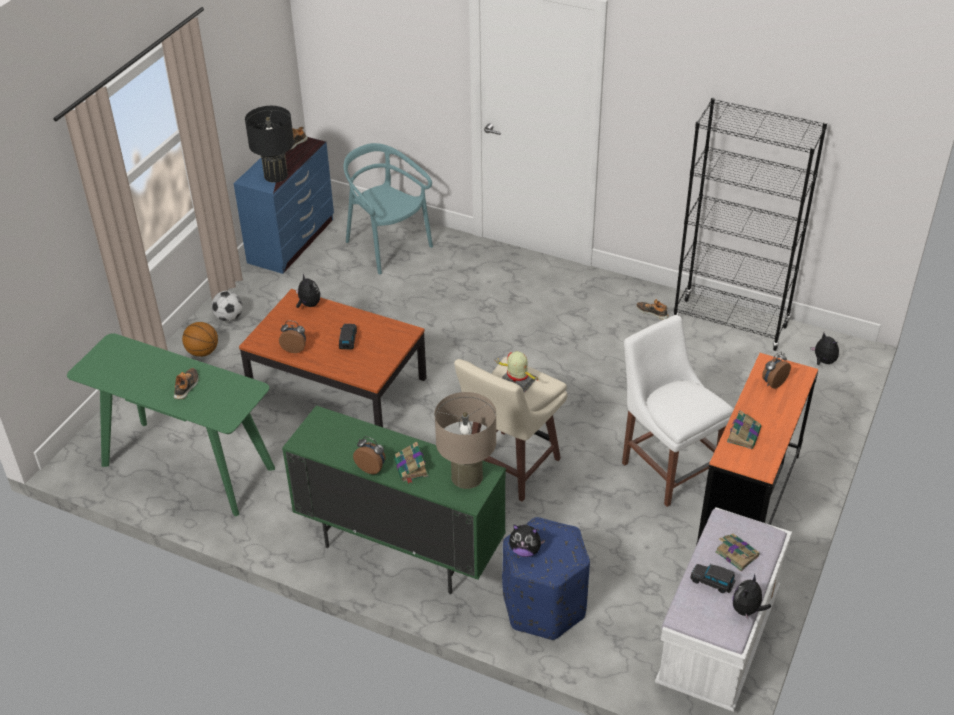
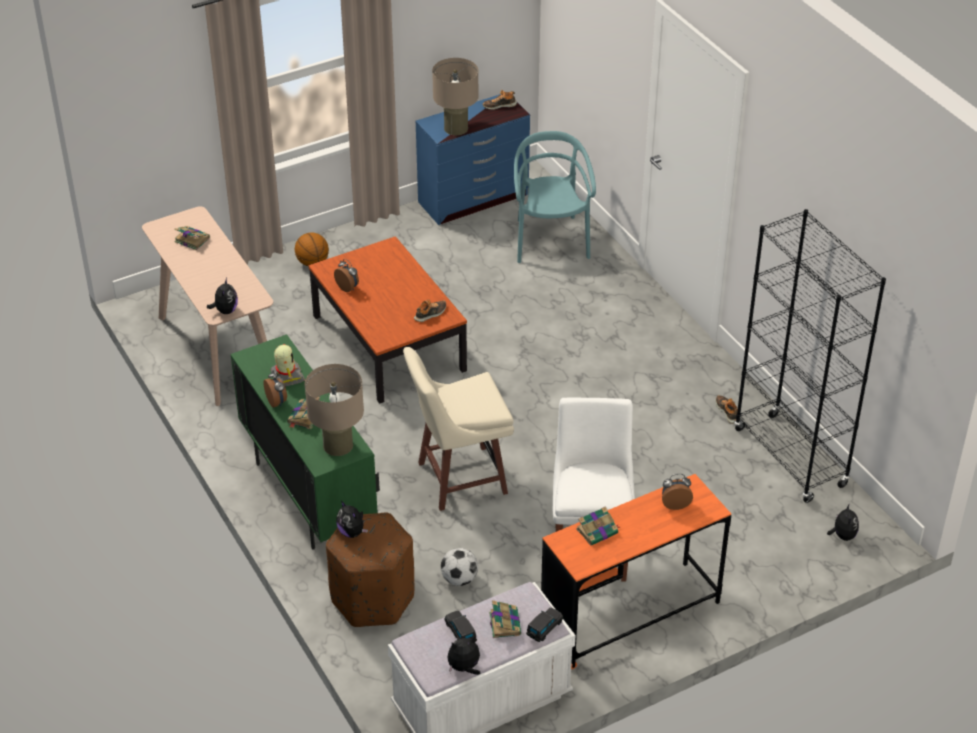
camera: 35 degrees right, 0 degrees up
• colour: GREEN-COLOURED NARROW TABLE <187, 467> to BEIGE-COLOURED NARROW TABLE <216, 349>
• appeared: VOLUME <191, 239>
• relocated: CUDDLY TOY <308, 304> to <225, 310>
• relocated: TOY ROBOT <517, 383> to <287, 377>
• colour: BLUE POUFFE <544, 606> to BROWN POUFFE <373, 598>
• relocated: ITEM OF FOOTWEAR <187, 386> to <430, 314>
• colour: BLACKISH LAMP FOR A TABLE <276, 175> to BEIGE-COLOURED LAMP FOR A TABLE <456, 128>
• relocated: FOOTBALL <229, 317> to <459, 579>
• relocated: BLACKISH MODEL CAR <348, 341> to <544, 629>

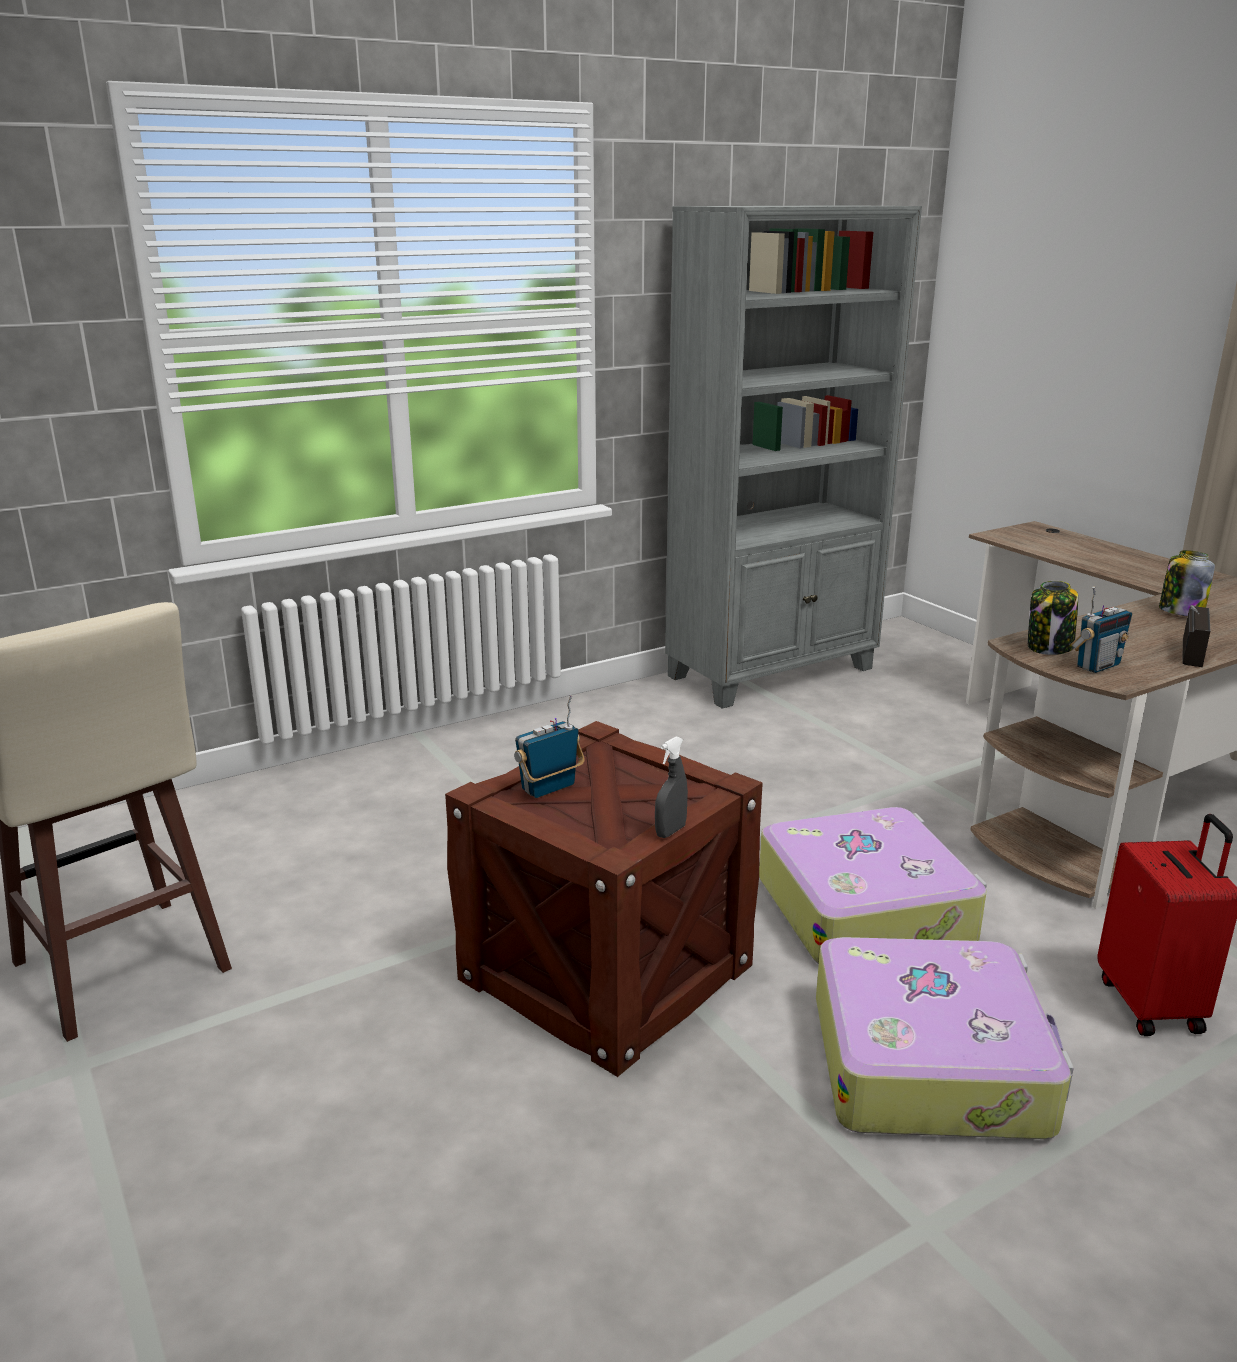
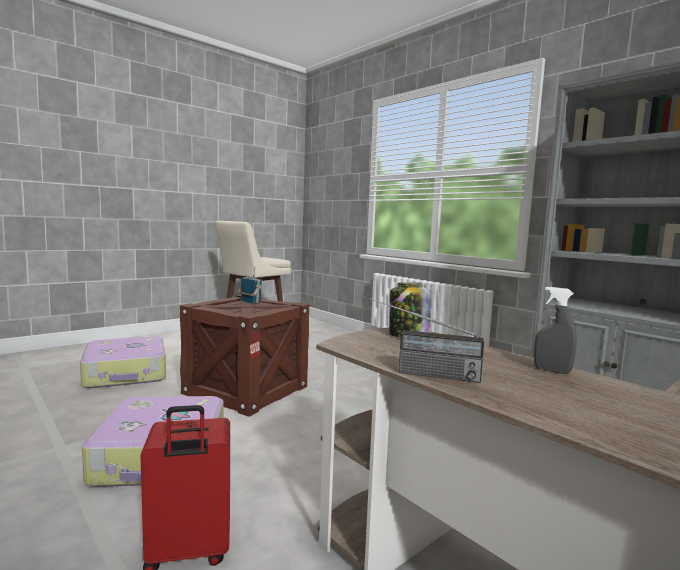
camera: 80 degrees right, 15 degrees down
• relocated: PIECE OF LUGGAGE <866, 909> to <126, 374>
• relocated: GRAY HAND SPRAYER <670, 831> to <552, 371>
• missing: RADIO <1097, 666>
• missing: STORAGE JAR <1180, 611>

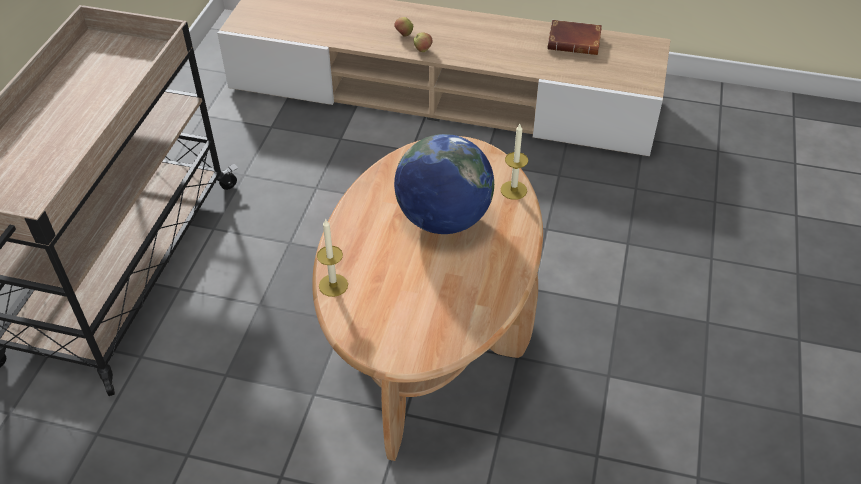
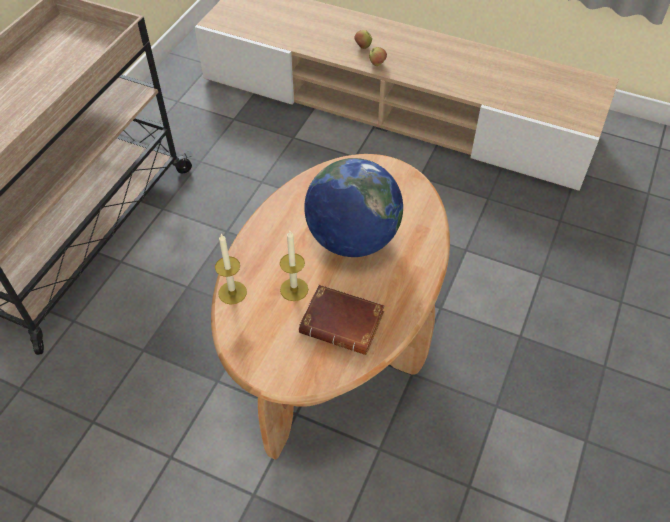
camera: 10 degrees right, 5 degrees up
• relocated: WAX CANDLE <513, 190> to <294, 289>
• relocated: BROWN VOLUME <575, 42> to <344, 323>

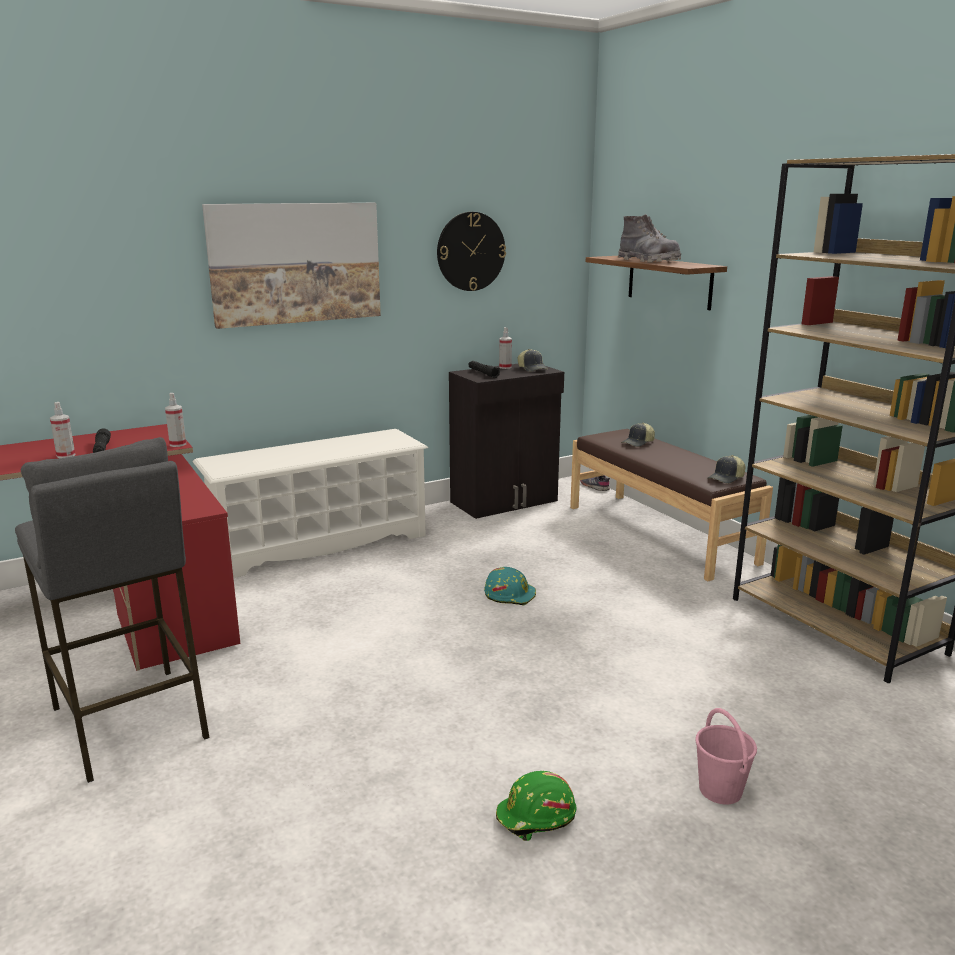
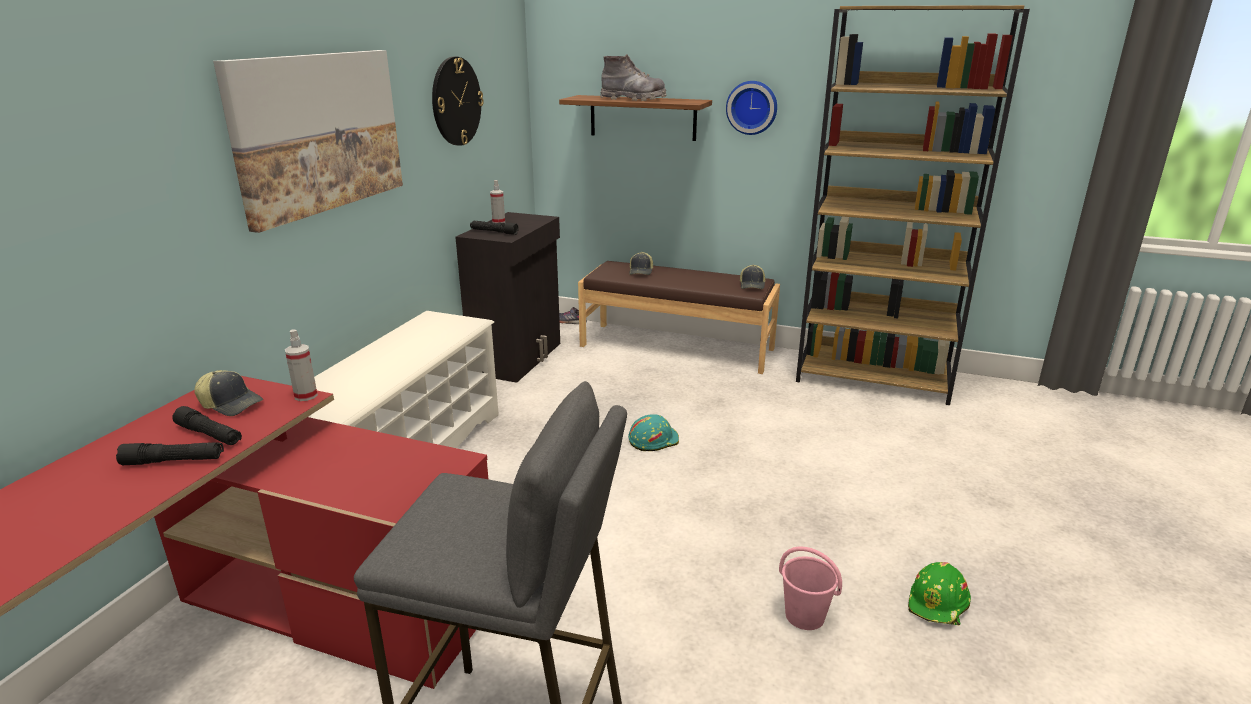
camera: 40 degrees left, 5 degrees up
• exchanged: HAND SPRAYER <66, 455> to BLACKISH HAND TORCH <173, 461>
• relocated: PEAKED CAP <532, 369> to <231, 404>
• appeared: HANGING CLOCK <752, 107>
• relocated: PINK-COLOURED WATER BUCKET <720, 790> to <805, 616>

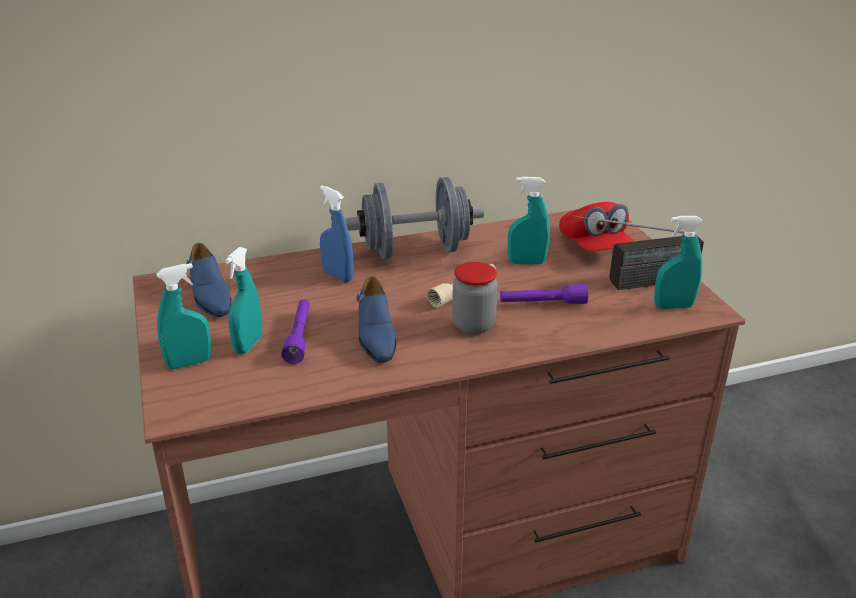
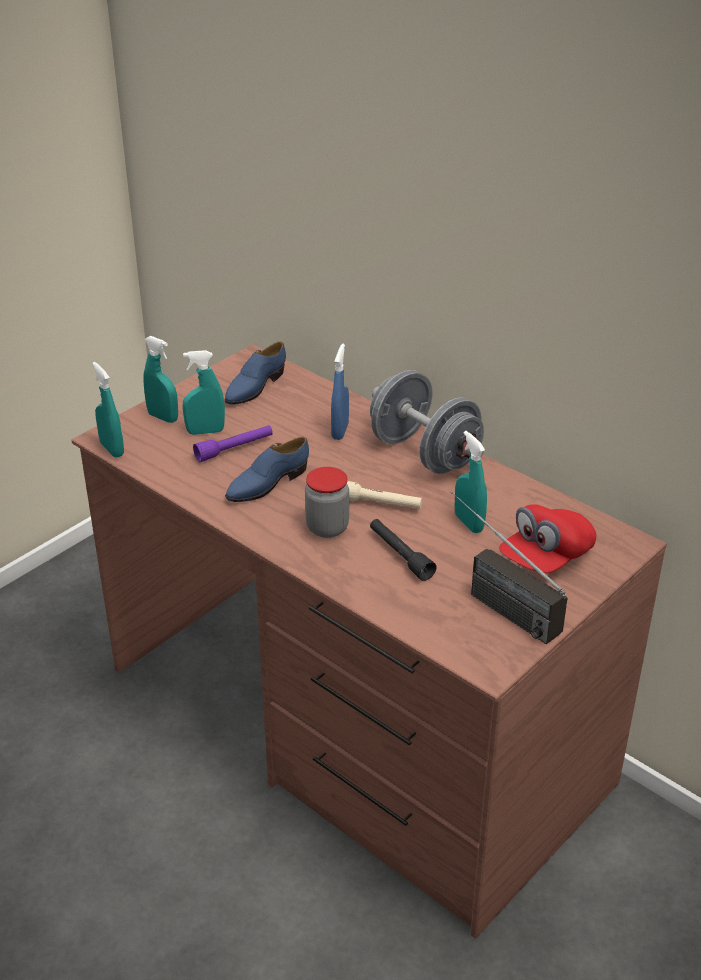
camera: 60 degrees right, 5 degrees up
• relocated: TURQUOISE-COLOURED HAND SPRAYER <673, 306> to <112, 449>
• colour: PURPLISH HAND TORCH <542, 303> to BLACKISH HAND TORCH <400, 555>

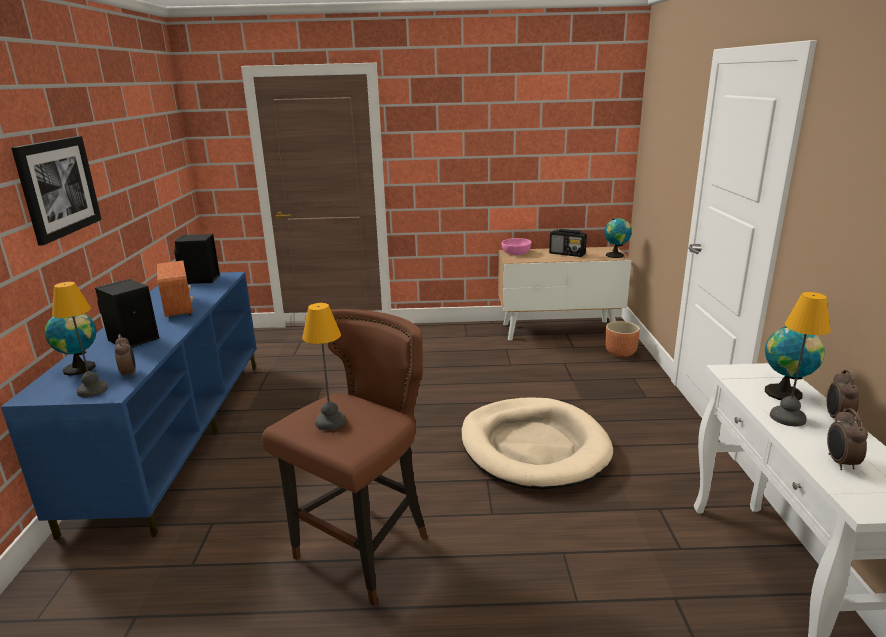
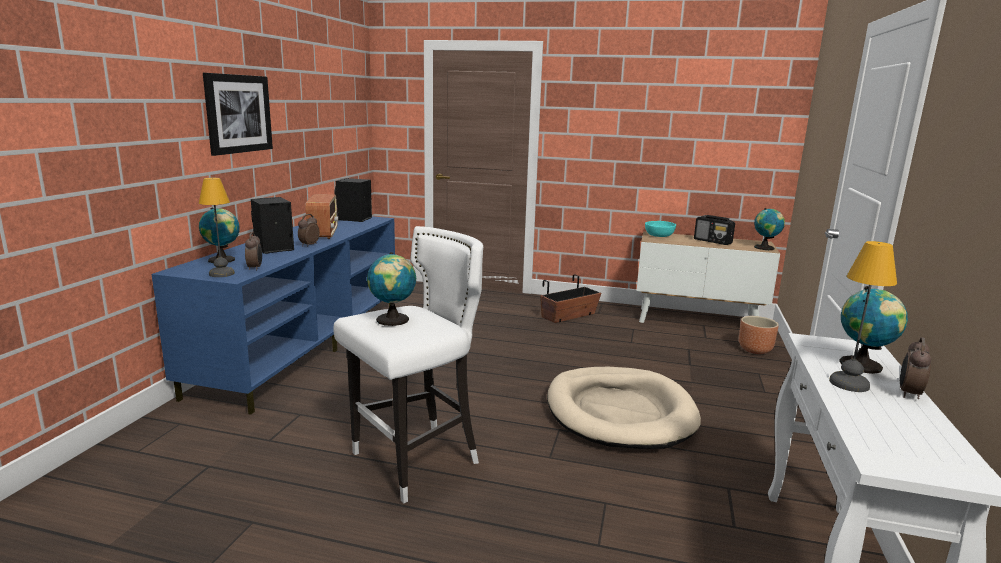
camera: 15 degrees right, 5 degrees down
• relocated: ALARM CLOCK <840, 463> to <308, 245>
• colour: BROWN SITTING STOOL <364, 553> to WHITISH SITTING STOOL <415, 462>
• exchanged: LAMP FOR A TABLE <331, 422> to GLOBE <393, 321>
• appeared: PLANTER <569, 315>
• colour: PINK-COLOURED DEEP DISH <516, 253> to TURQUOISE-COLOURED DEEP DISH <659, 235>

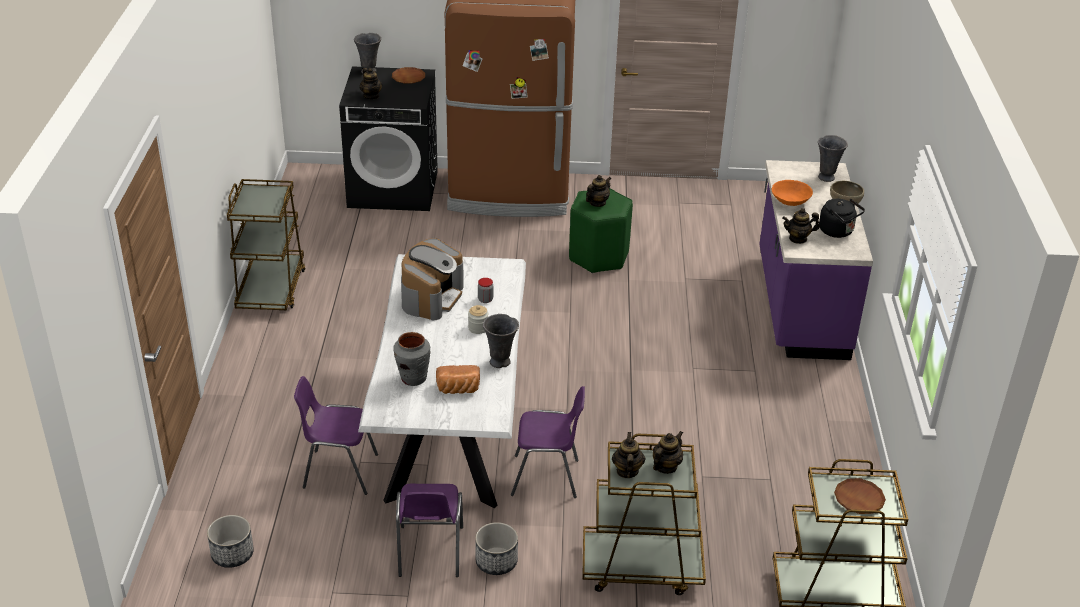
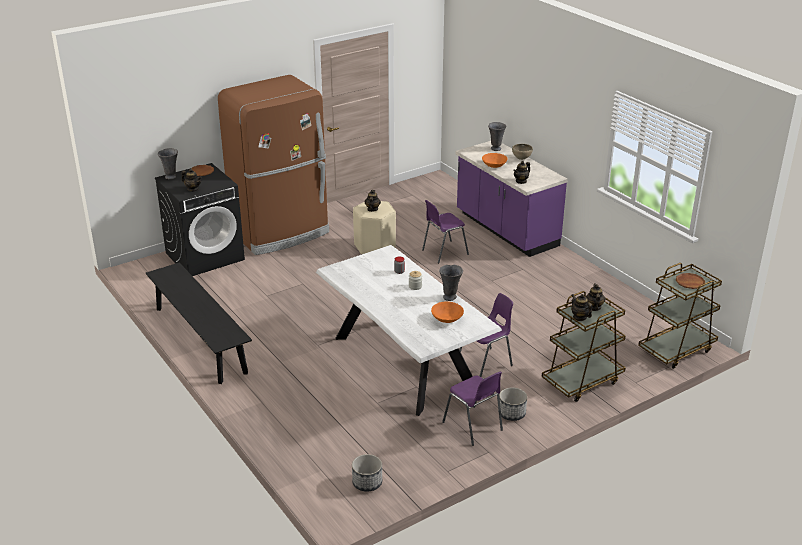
camera: 35 degrees left, 5 degrees down
• exchanged: BROWN WHEELED CART <271, 289> to BLACKISH LONG SEAT <200, 340>
• colour: GREEN-COLOURED SITTING STOOL <598, 256> to BEIGE-COLOURED SITTING STOOL <374, 246>
• relocated: PURPLISH PLAIN CHAIR <338, 471> to <443, 252>
• exchanged: BAKERY BREAD <458, 390> to ORANGEY DEEP DISH <447, 319>
• missing: GRAY FLOWER VASE <413, 378>
• missing: COFFEE MACHINE <431, 297>
• missing: BLACKISH TEA KETTLE <838, 231>

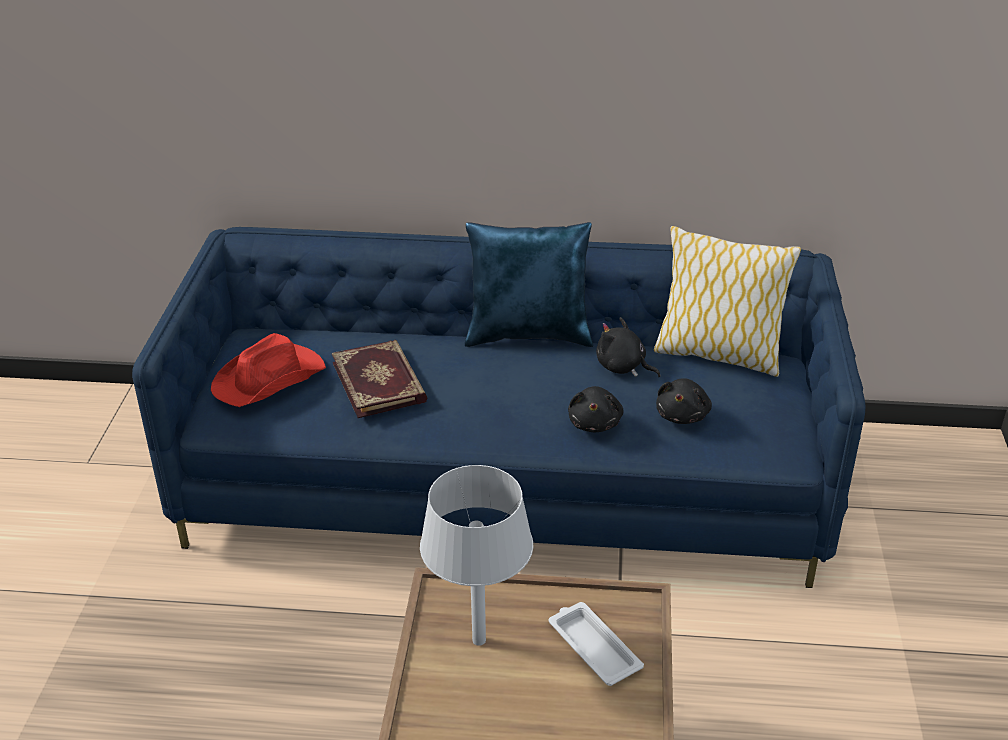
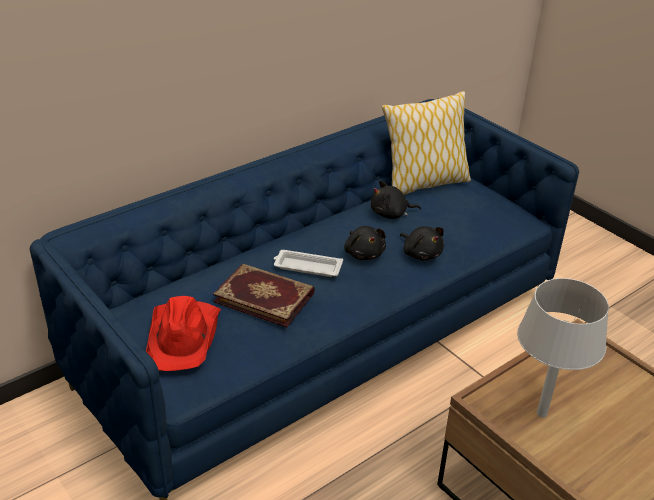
camera: 45 degrees left, 0 degrees up
• relocated: WHITISH TRAY <593, 647> to <307, 267>
• relocated: BLACKISH CUDDLY TOY <683, 415> to <364, 253>
• missing: BLUE CUSHION <529, 335>

